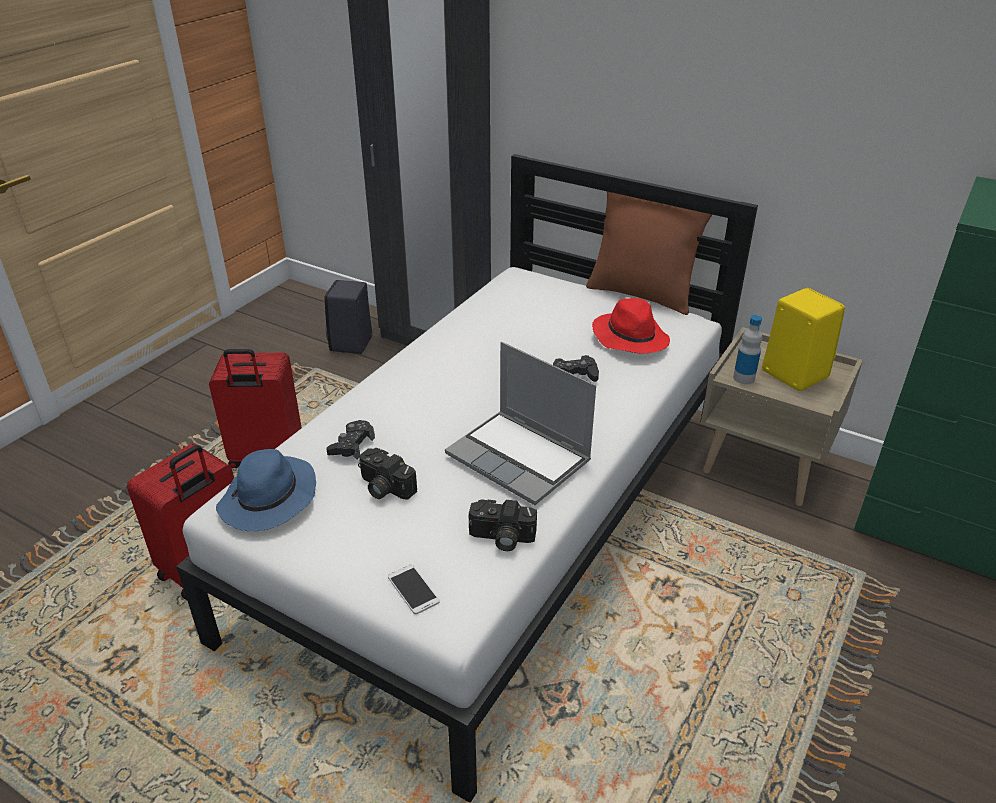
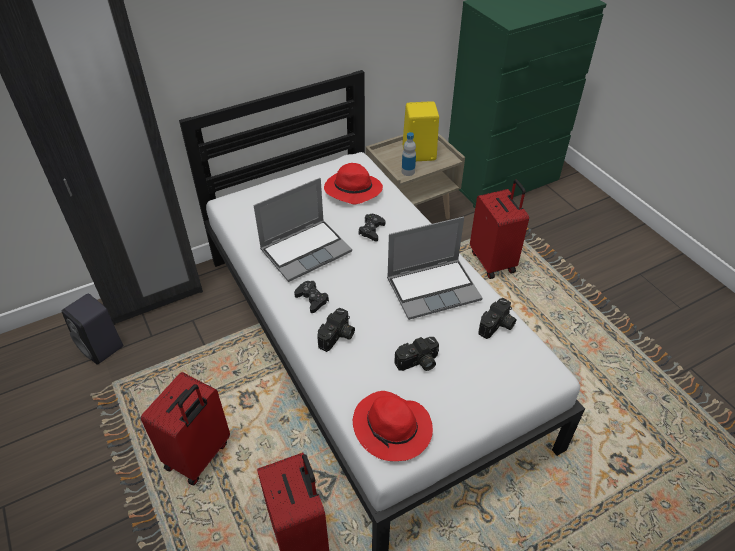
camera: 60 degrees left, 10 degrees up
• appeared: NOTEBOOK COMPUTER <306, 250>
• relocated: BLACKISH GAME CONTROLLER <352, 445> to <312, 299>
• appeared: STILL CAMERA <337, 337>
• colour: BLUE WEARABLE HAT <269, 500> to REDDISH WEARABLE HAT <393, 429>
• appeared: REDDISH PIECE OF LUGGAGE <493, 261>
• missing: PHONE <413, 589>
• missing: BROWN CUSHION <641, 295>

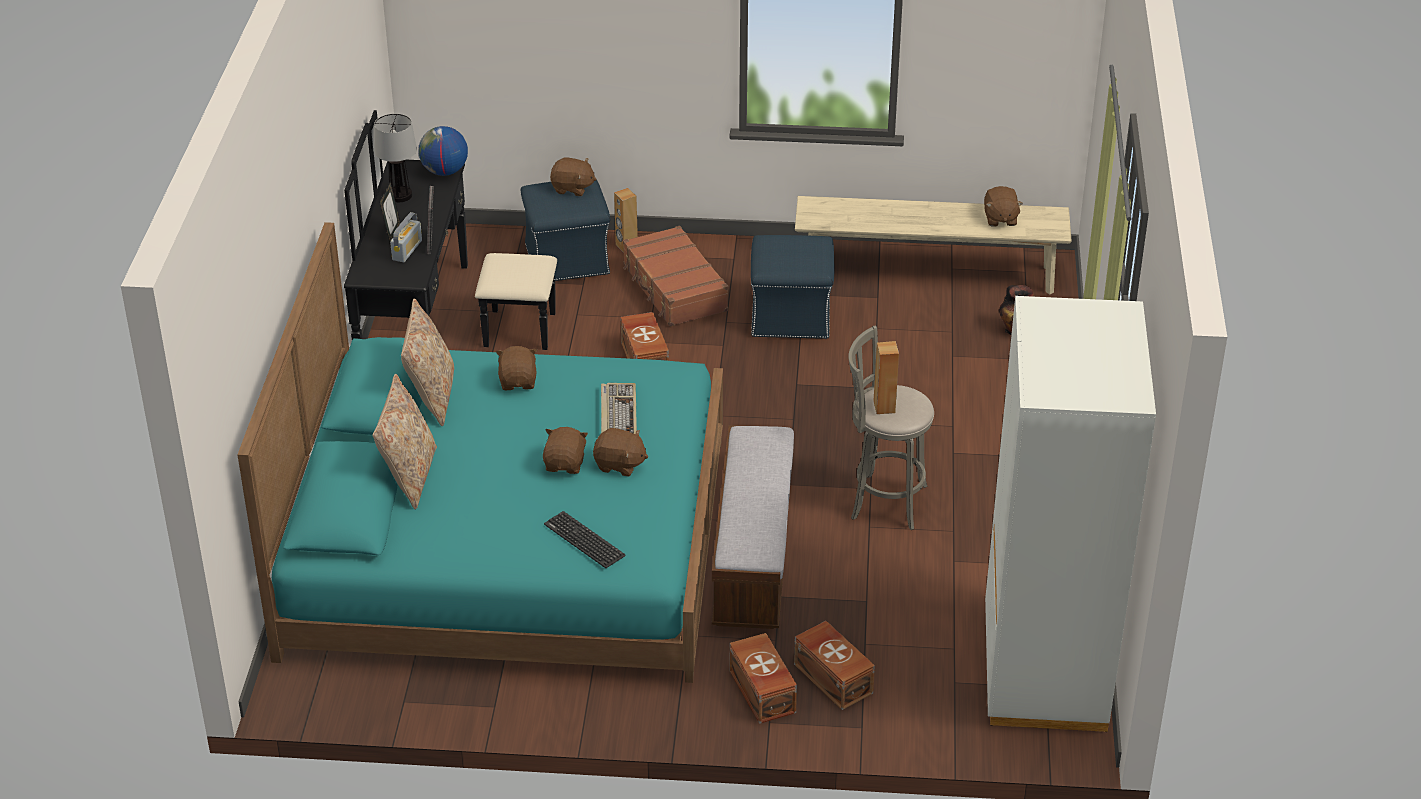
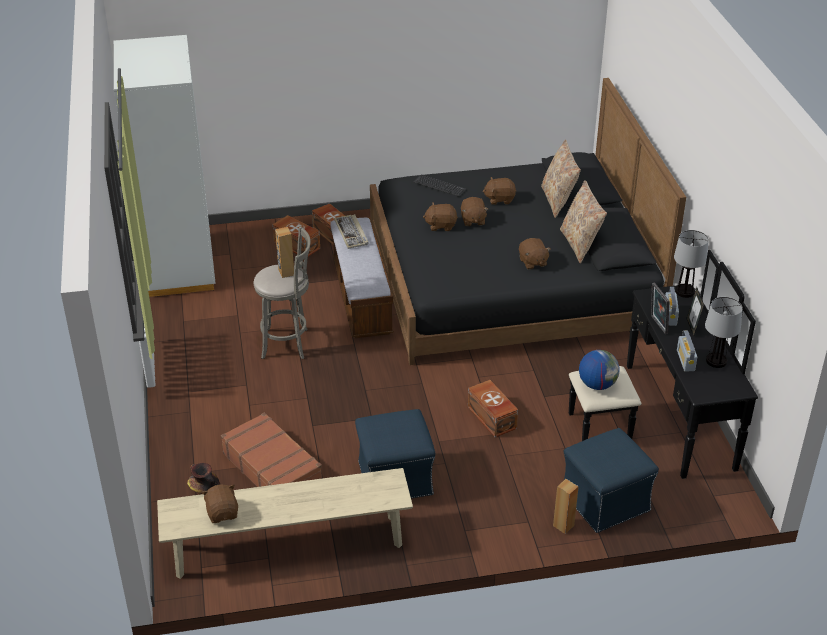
camera: 165 degrees right, 0 degrees up
• relocated: BROWN PIECE OF LUGGAGE <674, 288> to <272, 468>
• relocated: COMPUTER KEYBOARD <618, 413> to <351, 233>
• colour: TURQUOISE-COLOURED BEDROOM BED <508, 544> to BLACKISH BEDROOM BED <510, 280>
• relocated: BROWN CUDDLY TOY <572, 188> to <499, 199>
• relocated: GLOBE <444, 172> to <597, 384>
• appeared: LAMP FOR A TABLE <685, 292>
• appeared: RADIO <685, 360>

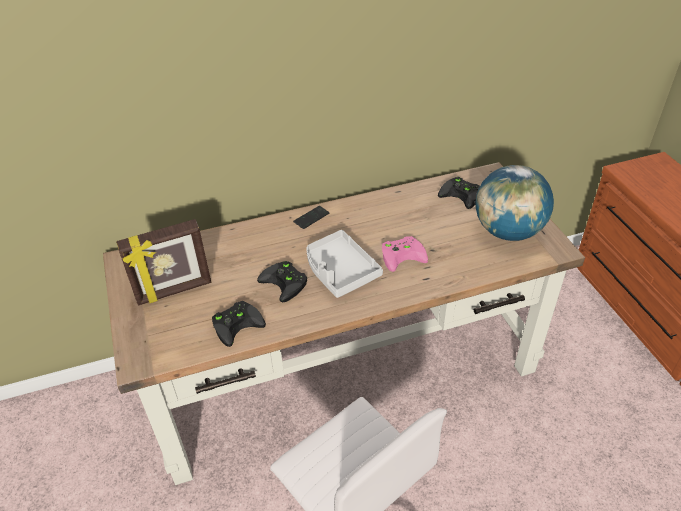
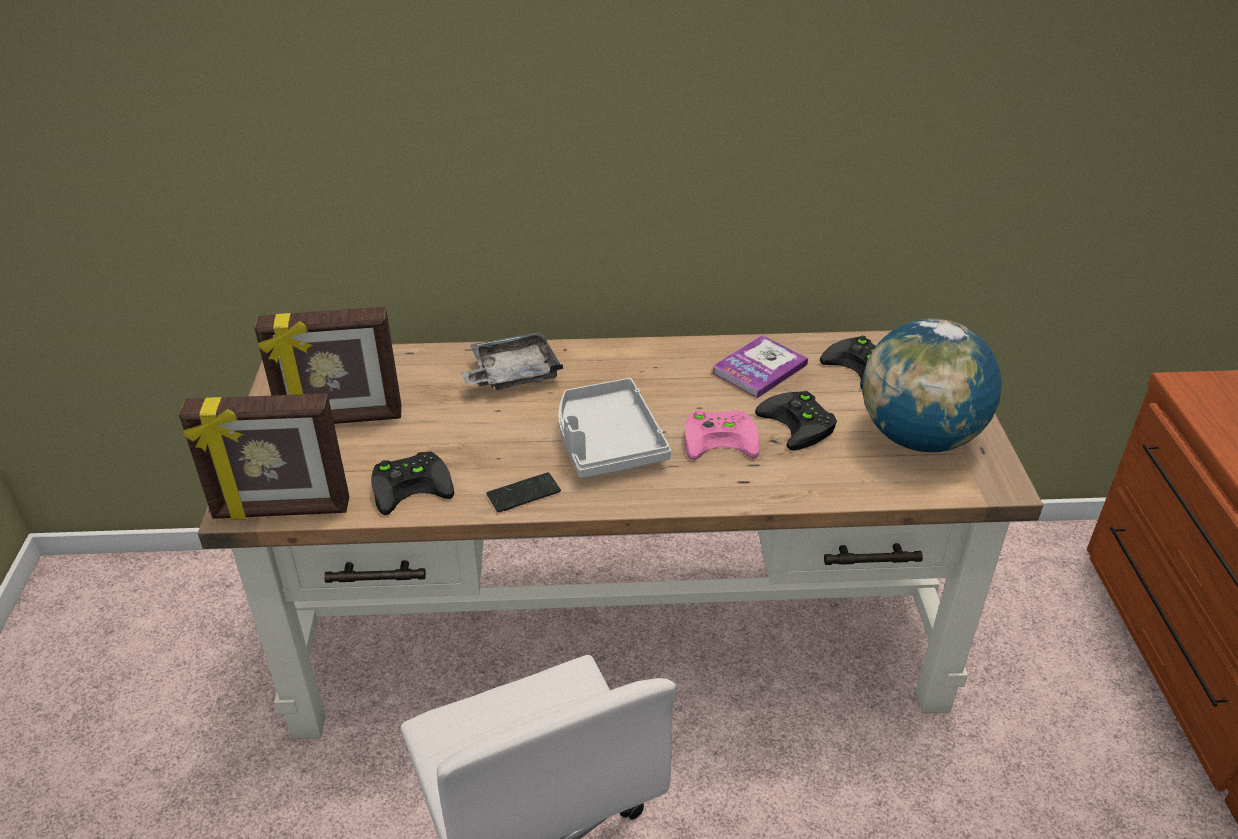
camera: 15 degrees right, 5 degrees down
• appeared: PHOTO FRAME <281, 511>
• appeared: GRAY TRAY <512, 374>
• relocated: PHONE <311, 218> to <523, 494>
• appeared: VOLUME <759, 368>
• relocated: BLACKISH GAME CONTROLLER <286, 283> to <801, 424>

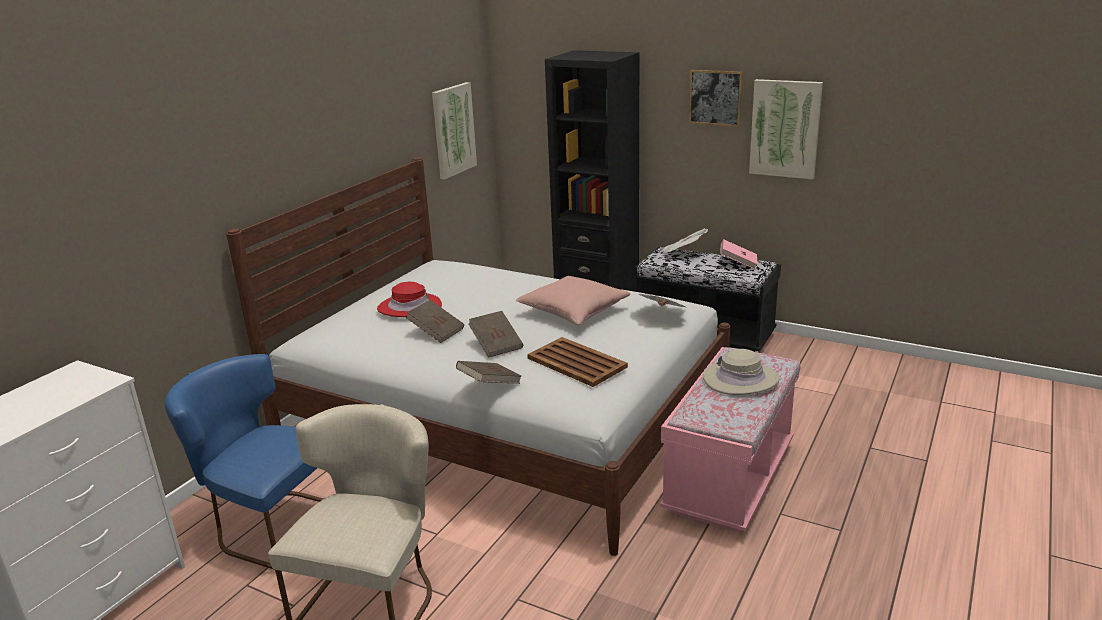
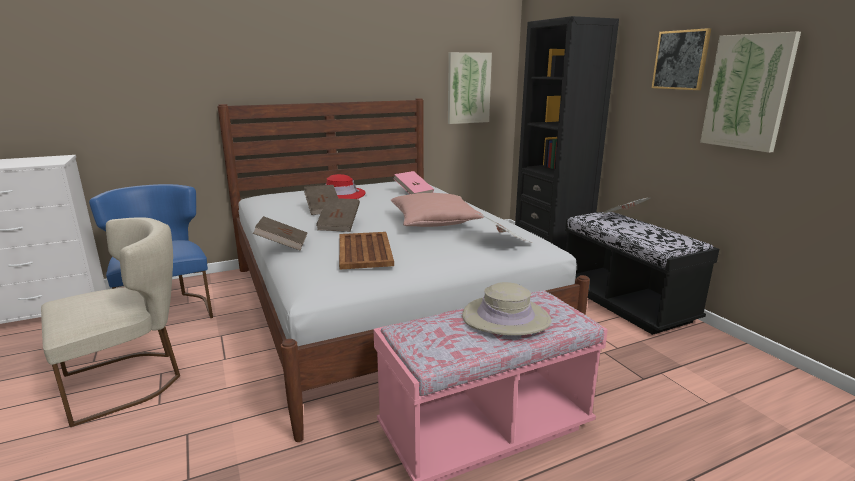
camera: 35 degrees right, 5 degrees down
• relocated: PINK-COLOURED VOLUME <738, 263> to <413, 192>

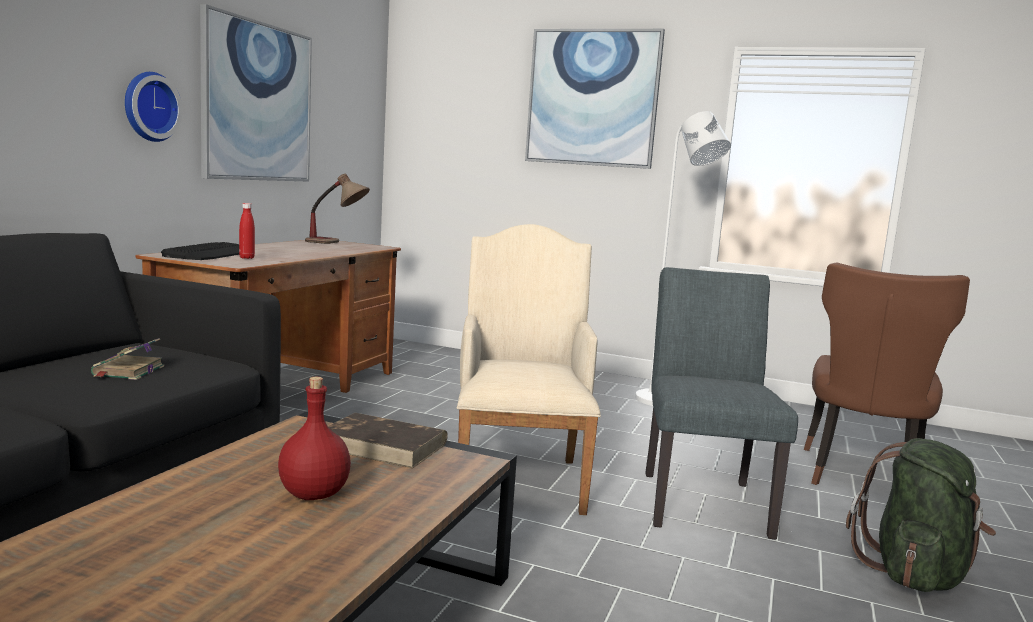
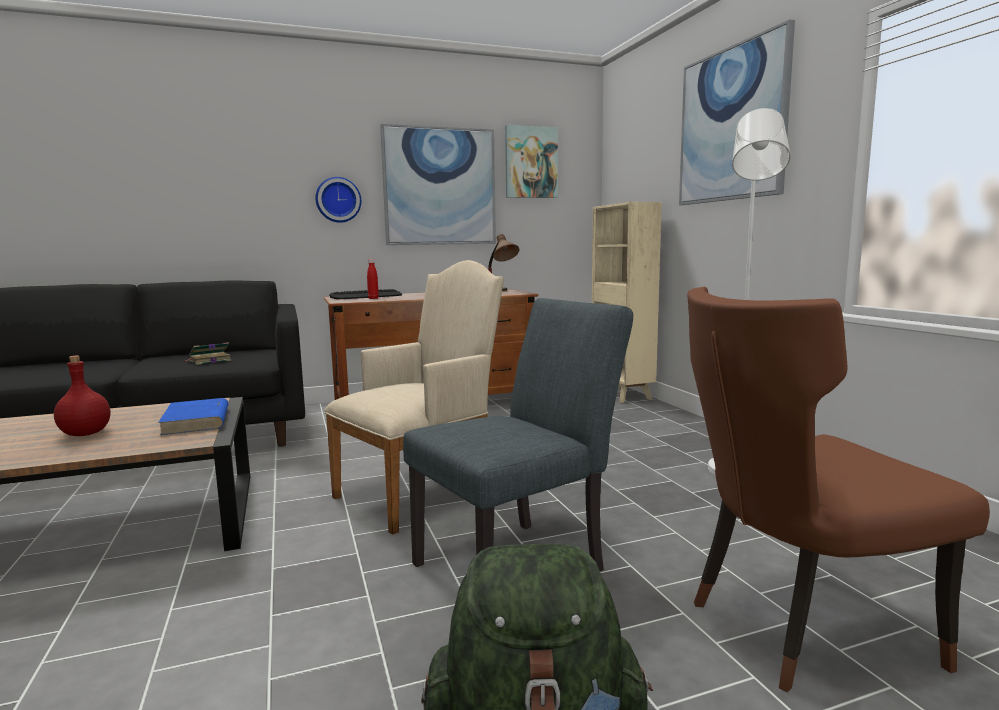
camera: 50 degrees right, 0 degrees up
• colour: BROWN VOLUME <384, 445> to BLUE VOLUME <196, 421>
• appeared: PICTURE <531, 162>
• appeared: BEIGE-COLOURED BOOKCASE <621, 394>

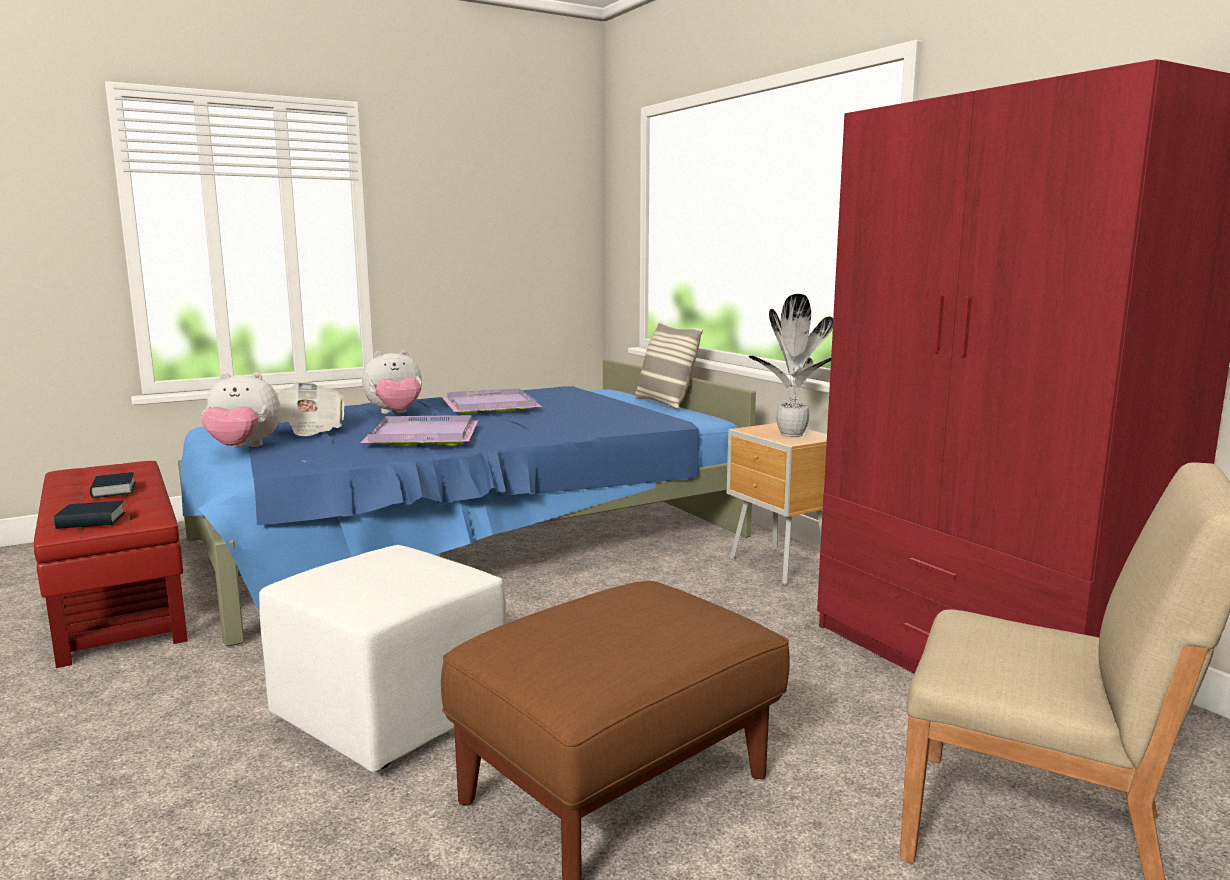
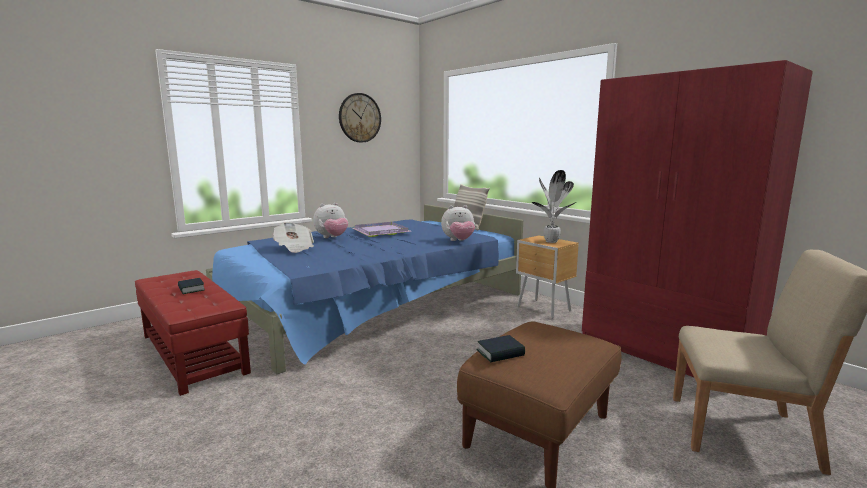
camera: 10 degrees left, 0 degrees up
• appeared: HANGING CLOCK <359, 118>
• relocated: CUDDLY TOY <243, 448> to <458, 241>
• relocated: VOLUME <91, 521> to <500, 353>
• missing: WHITISH POUFFE <388, 714>
• missing: PURPLISH TRAY <421, 435>

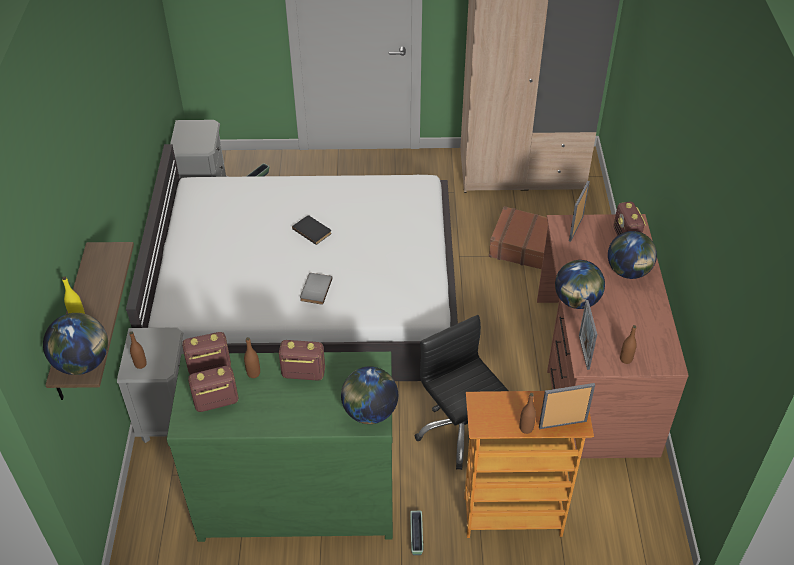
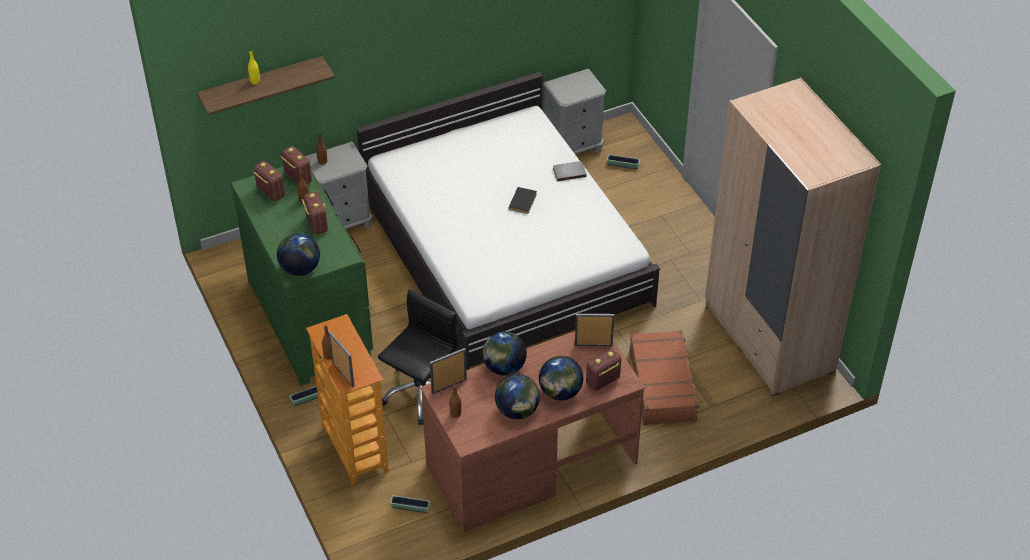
camera: 65 degrees right, 0 degrees up
• appeared: PLANTER <410, 507>
• relocated: GLOBE <83, 363> to <517, 411>
• relocated: GRAY VOLUME <315, 289> to <569, 171>

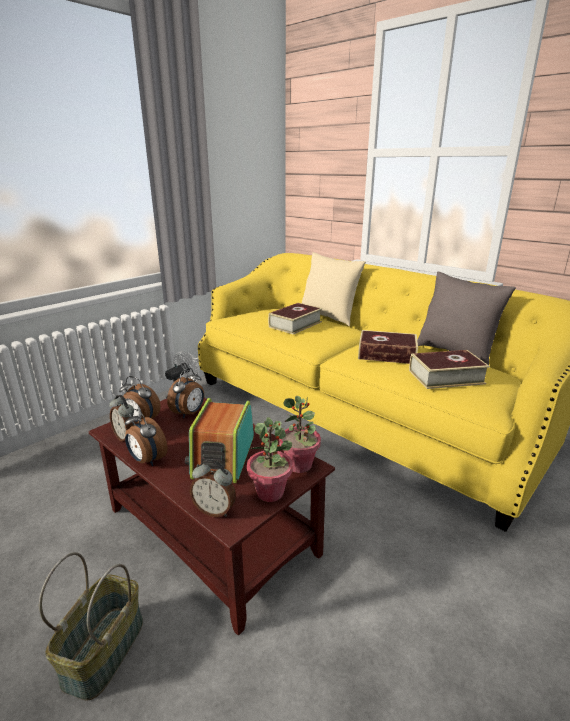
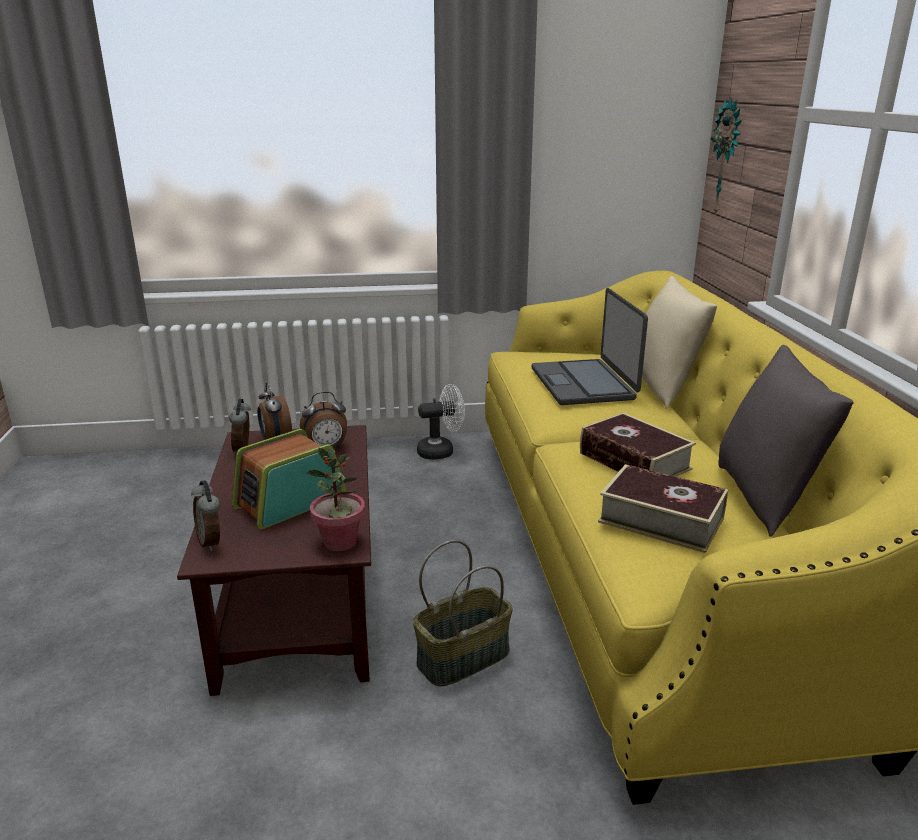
camera: 40 degrees right, 0 degrees up
• relocated: HOUSEHOLD BASKET <103, 650> to <463, 656>
• exchanged: VOLUME <295, 324> to NOTEBOOK COMPUTER <584, 383>
• appeared: HANGING CLOCK <727, 158>
• missing: ALARM CLOCK <147, 460>
• missing: PLANT IN A POT <270, 492>

